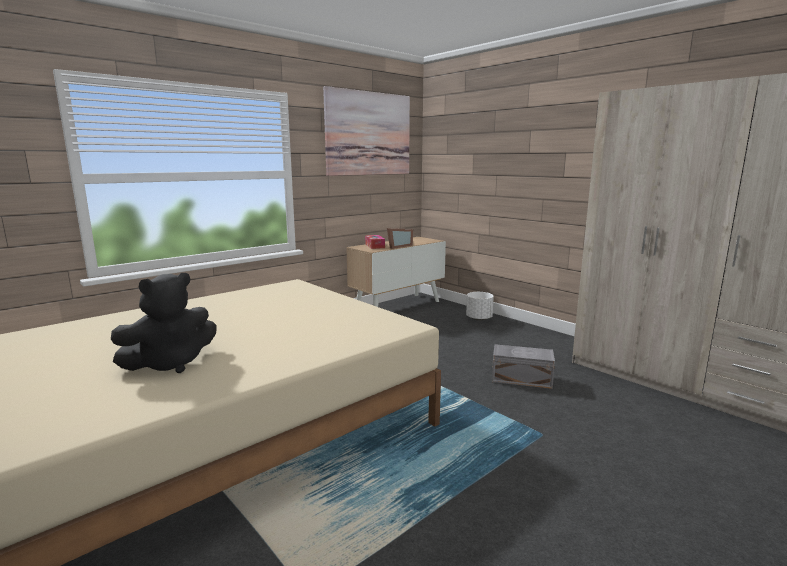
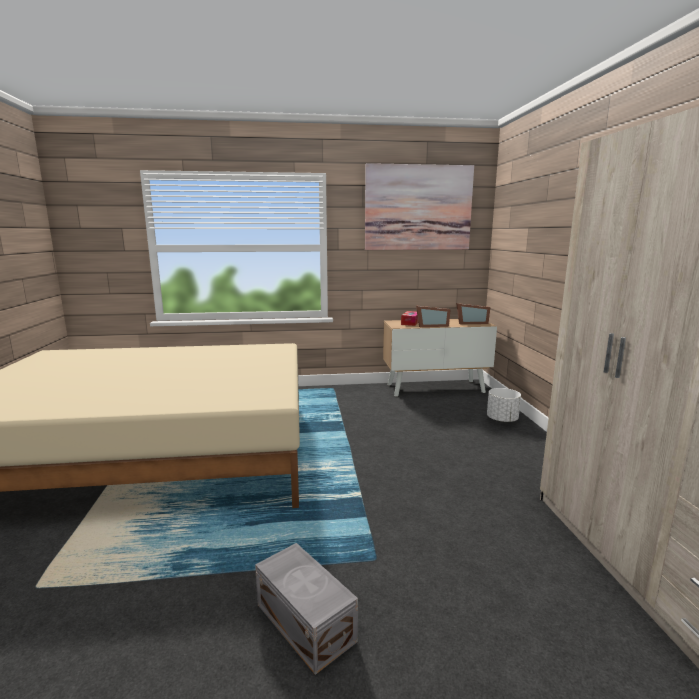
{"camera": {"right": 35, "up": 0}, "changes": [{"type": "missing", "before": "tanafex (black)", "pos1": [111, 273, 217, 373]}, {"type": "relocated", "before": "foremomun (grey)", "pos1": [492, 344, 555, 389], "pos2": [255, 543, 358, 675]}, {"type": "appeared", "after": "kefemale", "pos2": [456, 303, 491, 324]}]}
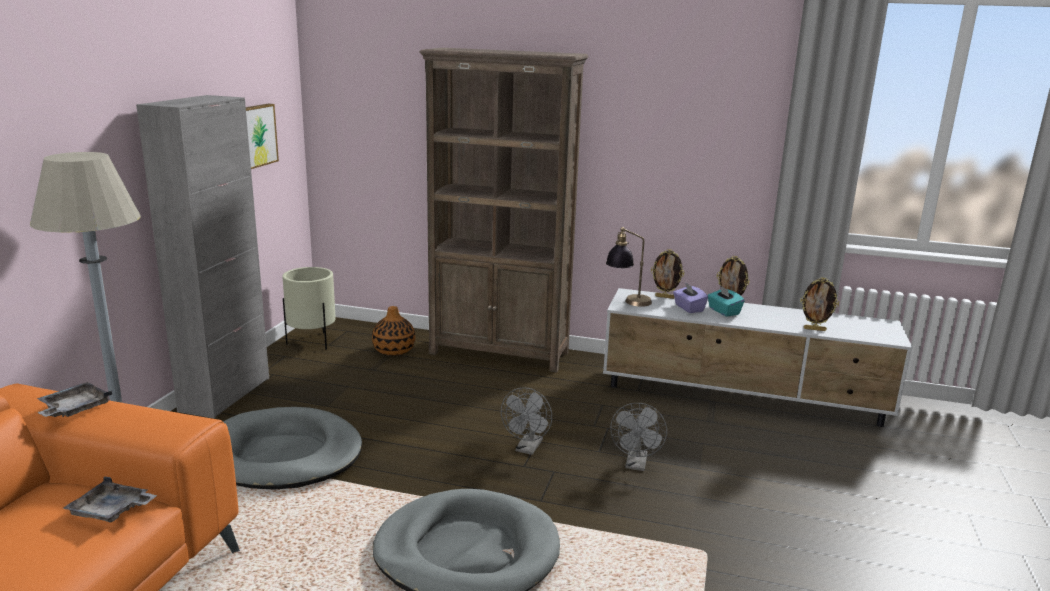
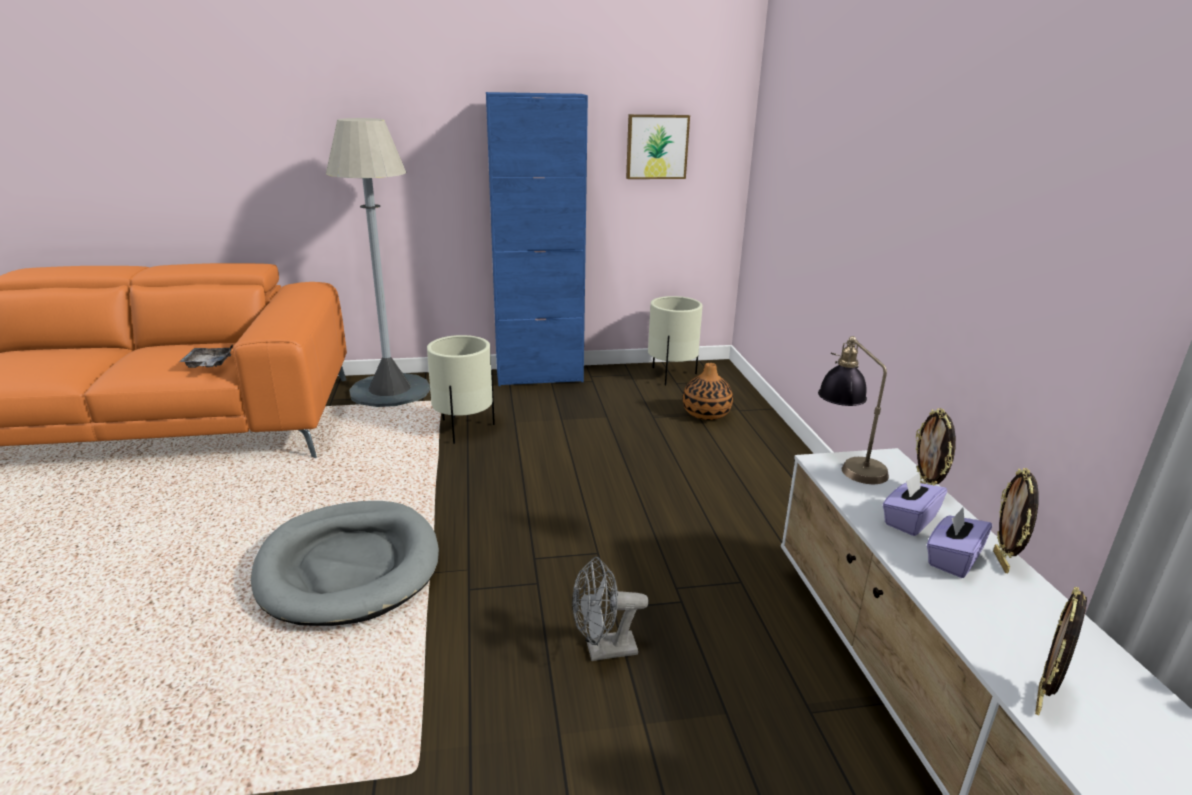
{"camera": {"right": 65, "up": 5}, "changes": [{"type": "missing", "before": "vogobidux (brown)", "pos1": [419, 48, 588, 373]}, {"type": "colour", "before": "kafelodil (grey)", "after": "kafelodil (blue)", "pos1": [136, 95, 269, 419], "pos2": [486, 92, 588, 386]}, {"type": "spun", "before": "kefemale", "pos1": [800, 277, 839, 331], "pos2": [1035, 587, 1087, 715], "turn": 45}, {"type": "colour", "before": "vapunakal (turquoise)", "after": "vapunakal (purple)", "pos1": [707, 285, 745, 317], "pos2": [927, 507, 992, 578]}, {"type": "missing", "before": "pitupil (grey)", "pos1": [37, 382, 112, 417]}, {"type": "missing", "before": "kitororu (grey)", "pos1": [501, 387, 552, 455]}, {"type": "exchanged", "before": "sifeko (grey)", "after": "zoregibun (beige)", "pos1": [223, 407, 362, 490], "pos2": [427, 335, 495, 444]}]}
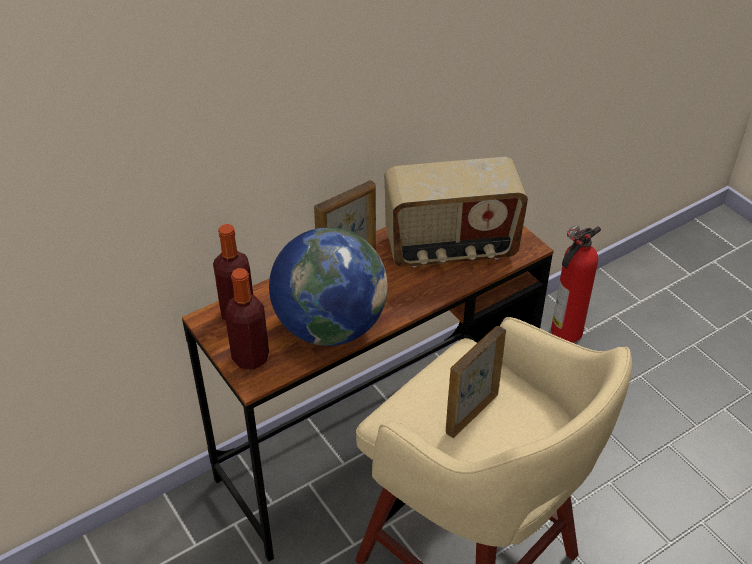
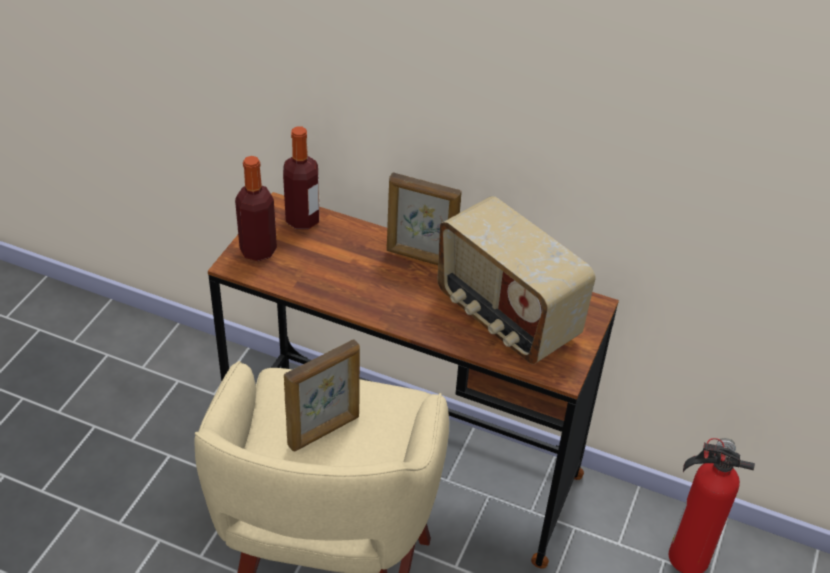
{"camera": {"right": 55, "up": 0}, "changes": [{"type": "missing", "before": "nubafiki", "pos1": [269, 227, 388, 346]}, {"type": "spun", "before": "kefemale", "pos1": [446, 326, 506, 438], "pos2": [284, 339, 360, 451], "turn": 135}]}
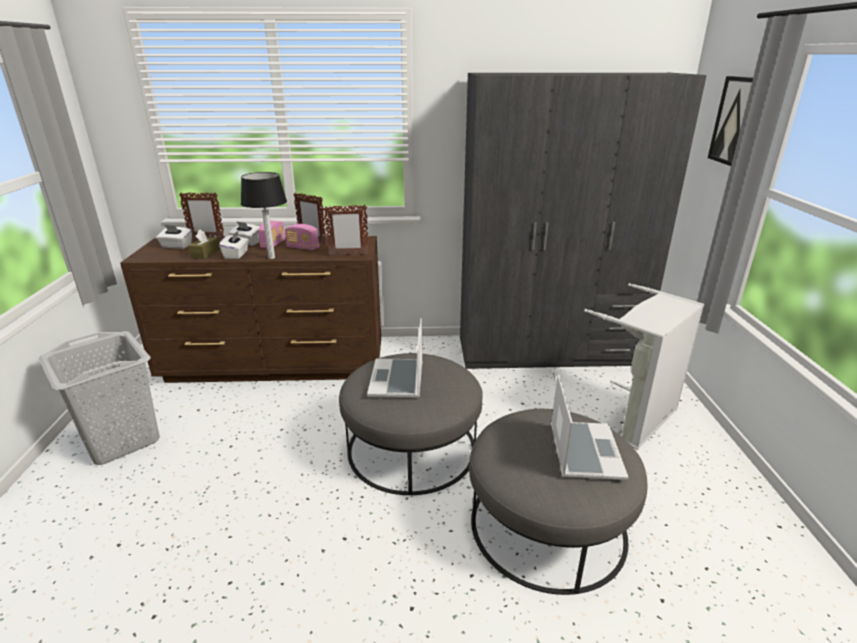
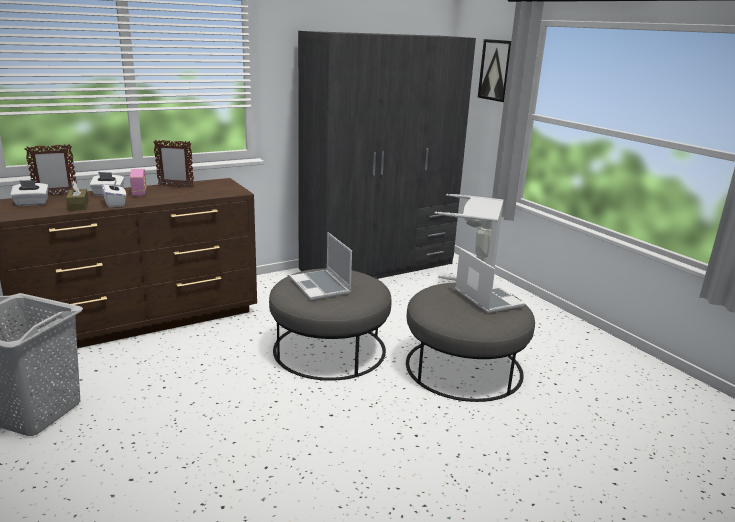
{"camera": {"right": -30, "up": -5}, "changes": [{"type": "missing", "before": "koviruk", "pos1": [241, 172, 287, 259]}, {"type": "missing", "before": "kefemale", "pos1": [323, 205, 369, 256]}, {"type": "missing", "before": "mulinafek", "pos1": [285, 224, 319, 250]}]}
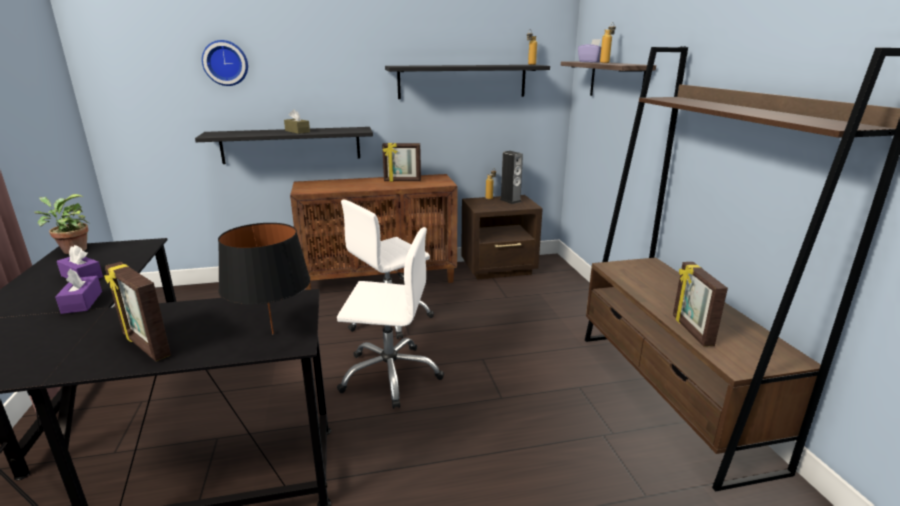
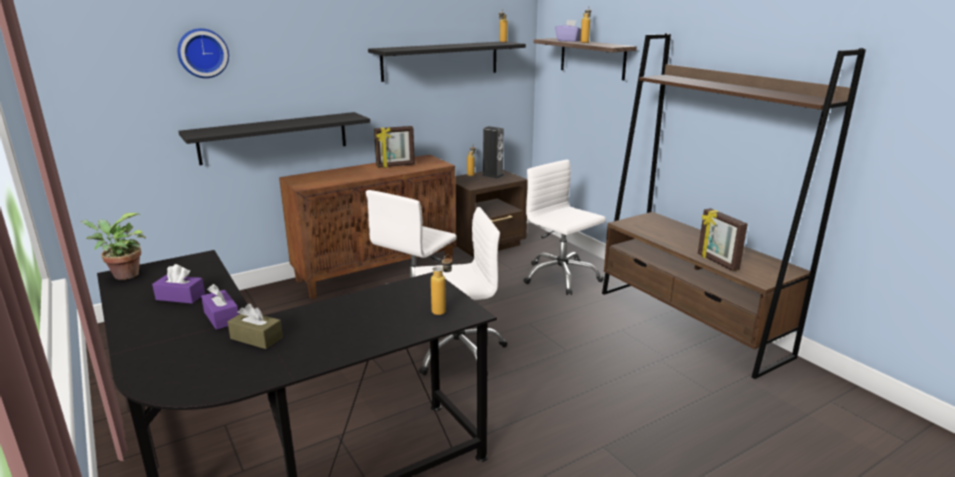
{"camera": {"right": -20, "up": 0}, "changes": [{"type": "relocated", "before": "vapunakal (brown)", "pos1": [284, 109, 310, 134], "pos2": [227, 304, 283, 349]}, {"type": "exchanged", "before": "koviruk (black)", "after": "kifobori", "pos1": [218, 223, 310, 334], "pos2": [431, 254, 452, 315]}, {"type": "missing", "before": "kefemale", "pos1": [104, 262, 171, 361]}, {"type": "appeared", "after": "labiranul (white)", "pos2": [523, 160, 606, 295]}]}
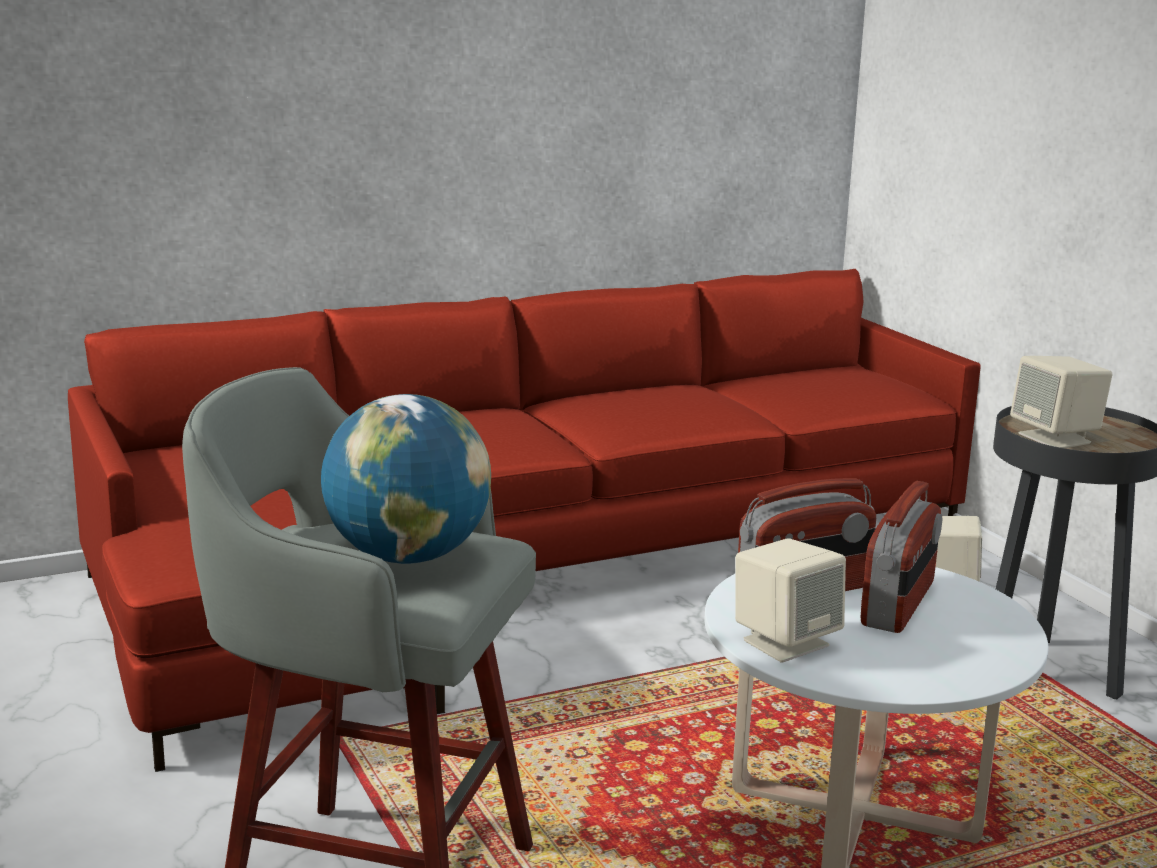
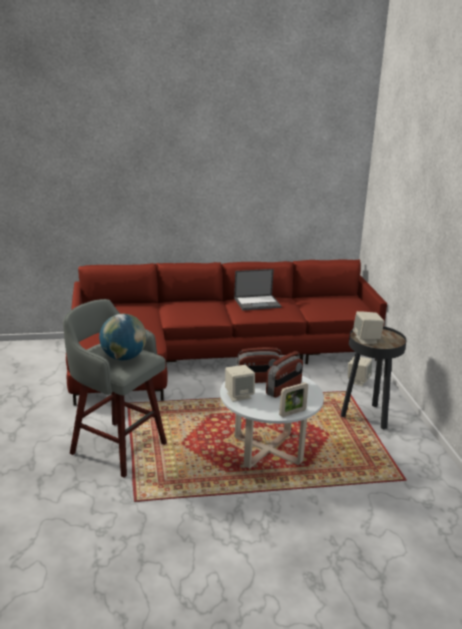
{"camera": {"right": 15, "up": 5}, "changes": [{"type": "appeared", "after": "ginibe", "pos2": [234, 269, 281, 310]}, {"type": "appeared", "after": "kefemale", "pos2": [279, 382, 308, 417]}]}
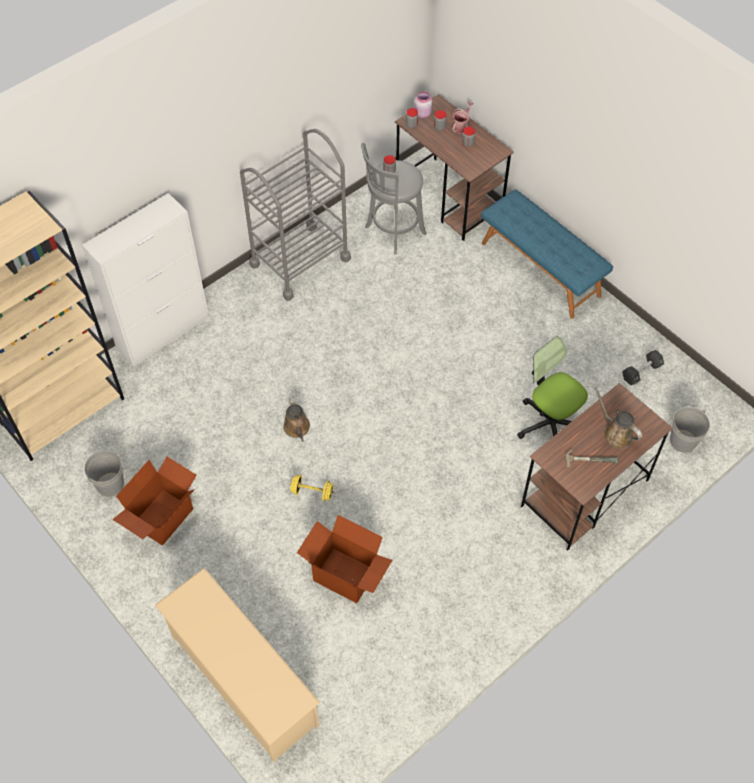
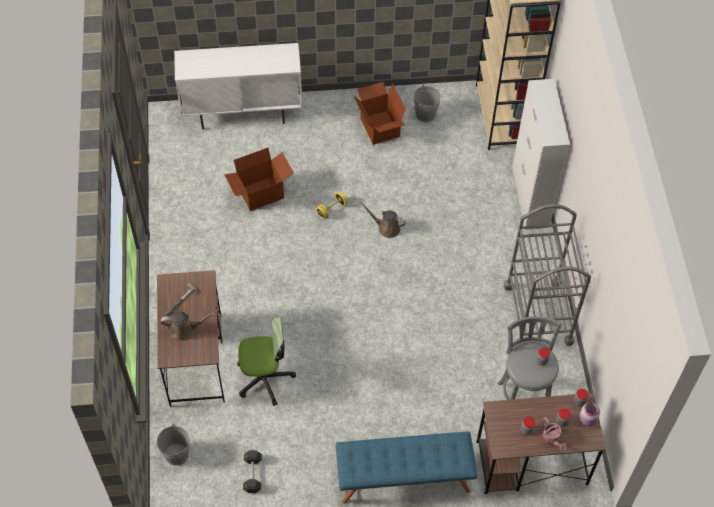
{"camera": {"right": 125, "up": 0}, "changes": [{"type": "exchanged", "before": "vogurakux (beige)", "after": "kafelodil (white)", "pos1": [155, 568, 320, 762], "pos2": [174, 43, 303, 129]}]}
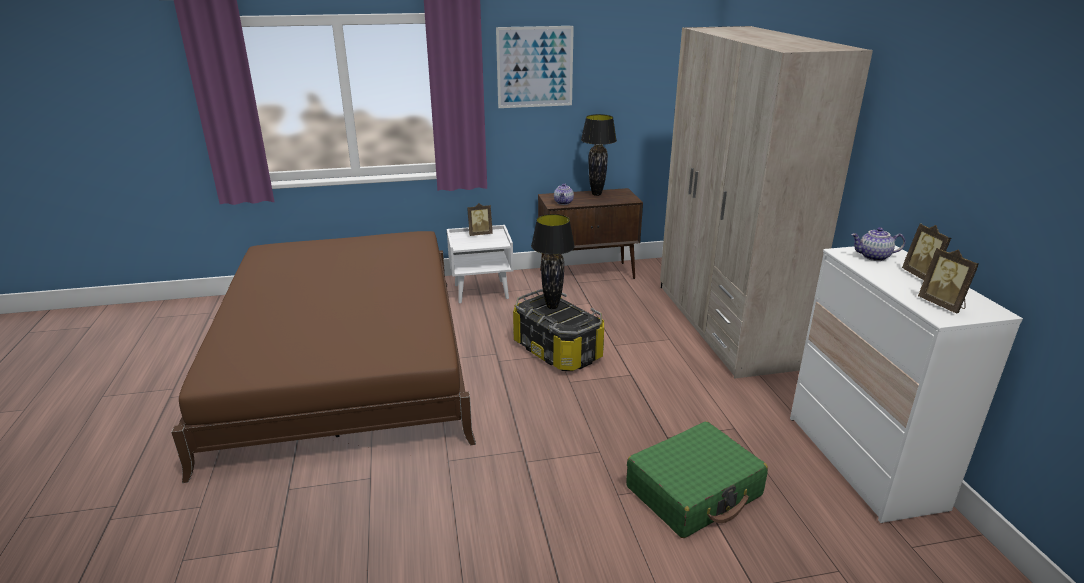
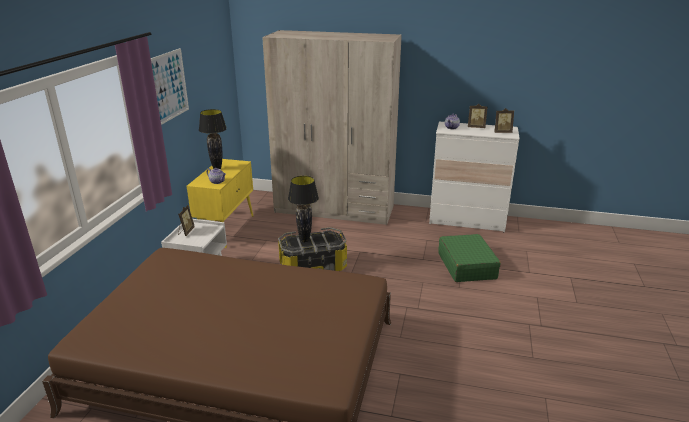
{"camera": {"right": -65, "up": 0}, "changes": [{"type": "colour", "before": "kafelodil (brown)", "after": "kafelodil (yellow)", "pos1": [538, 188, 643, 279], "pos2": [187, 159, 253, 248]}]}
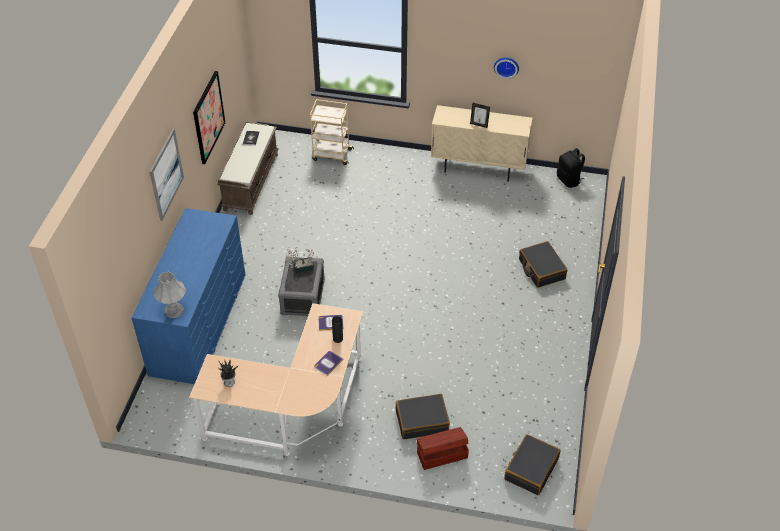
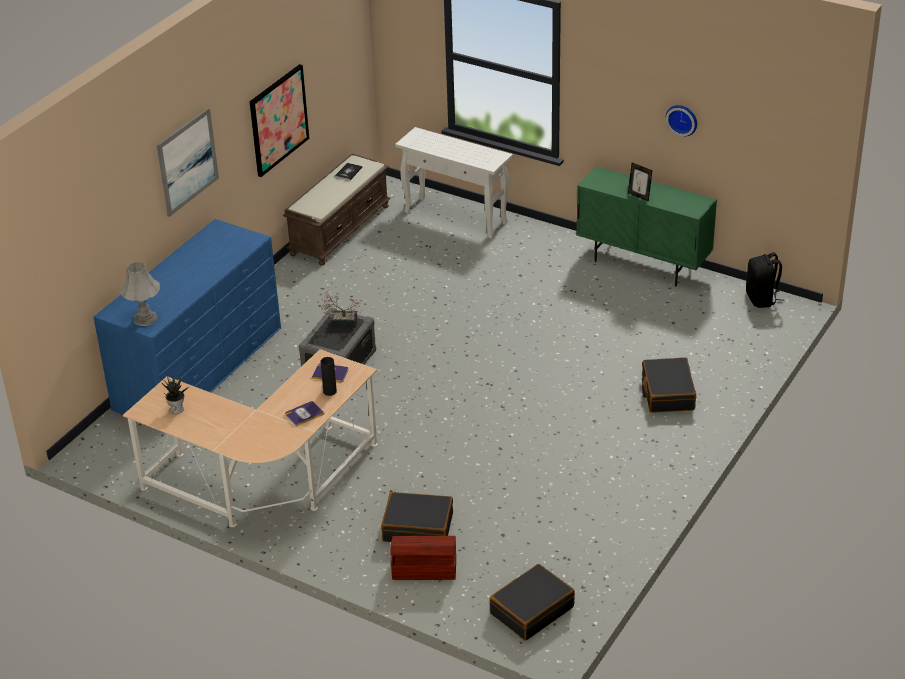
{"camera": {"right": 20, "up": -10}, "changes": [{"type": "exchanged", "before": "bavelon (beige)", "after": "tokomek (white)", "pos1": [310, 99, 354, 165], "pos2": [395, 127, 513, 239]}, {"type": "colour", "before": "kafelodil (beige)", "after": "kafelodil (green)", "pos1": [431, 105, 533, 182], "pos2": [576, 166, 717, 286]}]}
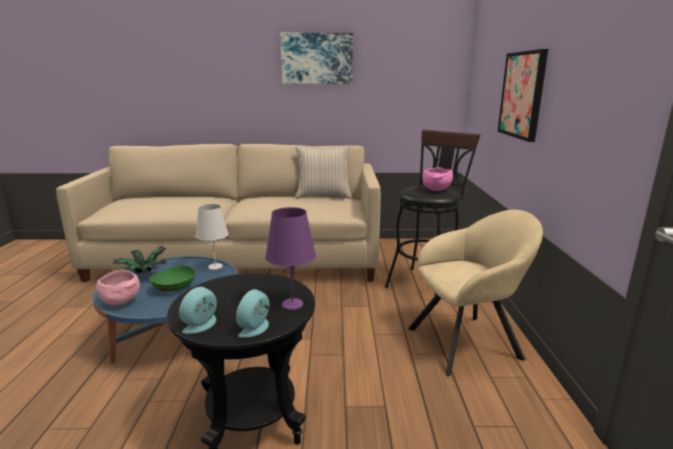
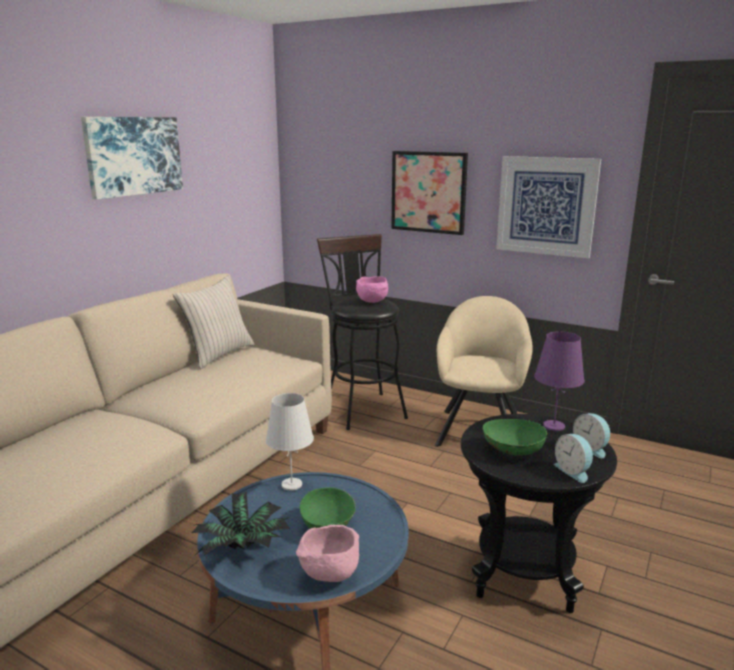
{"camera": {"right": -60, "up": 0}, "changes": [{"type": "appeared", "after": "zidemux", "pos2": [496, 156, 601, 258]}, {"type": "appeared", "after": "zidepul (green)", "pos2": [482, 419, 547, 456]}]}
